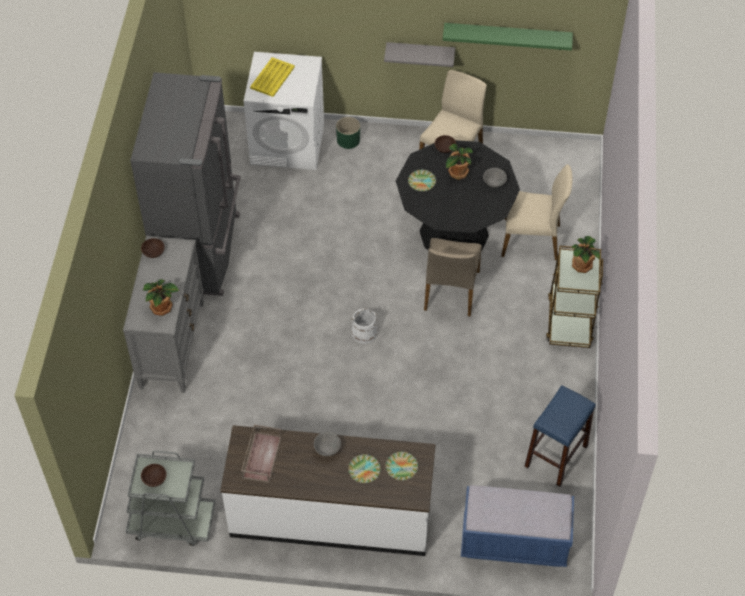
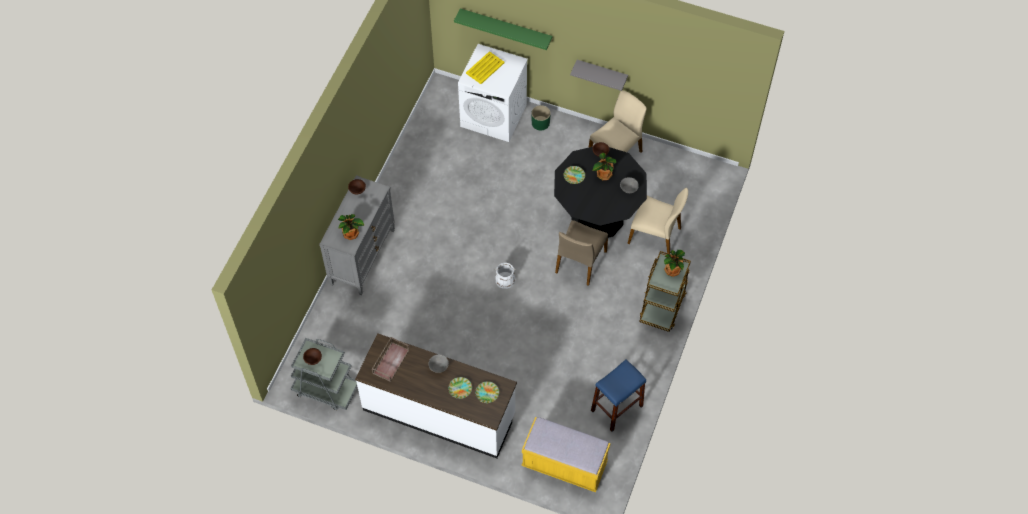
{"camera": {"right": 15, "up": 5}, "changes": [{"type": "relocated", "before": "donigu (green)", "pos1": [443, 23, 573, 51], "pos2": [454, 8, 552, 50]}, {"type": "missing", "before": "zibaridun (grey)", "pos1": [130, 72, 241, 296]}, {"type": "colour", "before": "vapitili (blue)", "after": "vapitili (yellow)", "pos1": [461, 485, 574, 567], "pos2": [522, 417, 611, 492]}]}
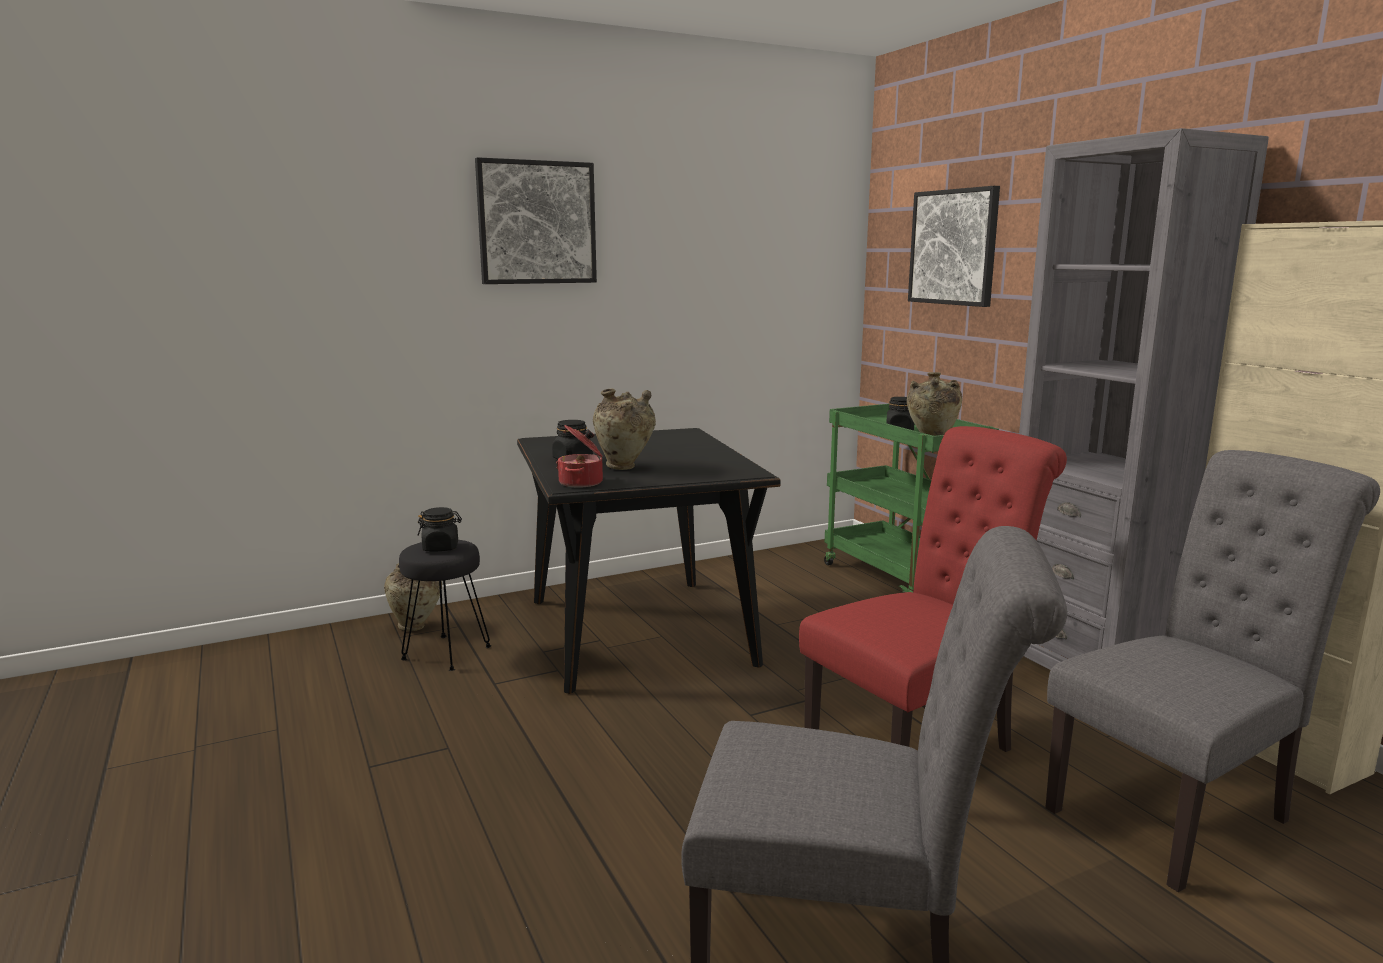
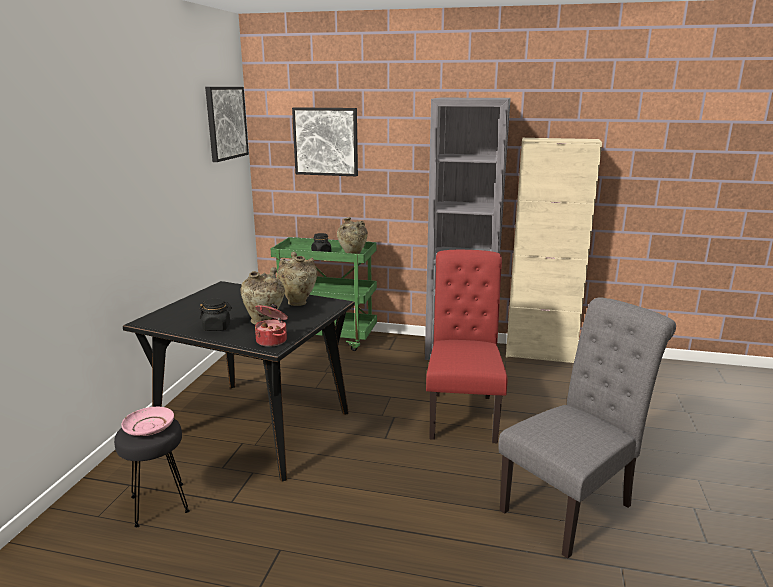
{"camera": {"right": -50, "up": 5}, "changes": [{"type": "relocated", "before": "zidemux", "pos1": [475, 157, 597, 284], "pos2": [205, 87, 249, 162]}, {"type": "missing", "before": "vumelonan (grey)", "pos1": [1045, 450, 1380, 892]}, {"type": "exchanged", "before": "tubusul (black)", "after": "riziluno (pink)", "pos1": [417, 507, 462, 551], "pos2": [121, 407, 174, 436]}, {"type": "relocated", "before": "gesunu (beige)", "pos1": [384, 563, 443, 631], "pos2": [277, 252, 317, 306]}]}
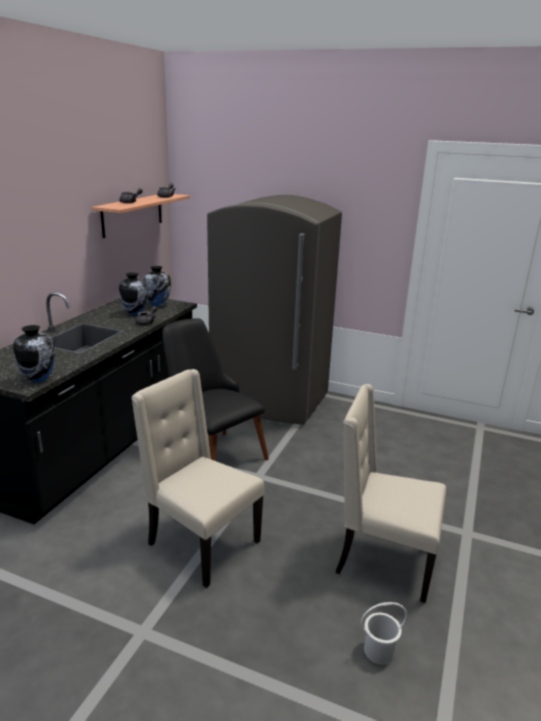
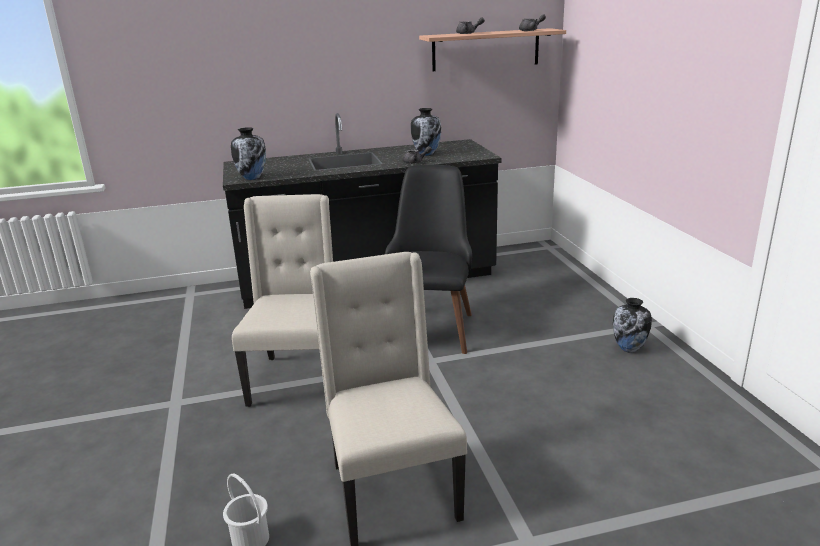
{"camera": {"right": 55, "up": 0}, "changes": [{"type": "missing", "before": "zibaridun (grey)", "pos1": [207, 195, 342, 425]}, {"type": "relocated", "before": "gesunu", "pos1": [144, 266, 171, 307], "pos2": [613, 298, 652, 353]}]}
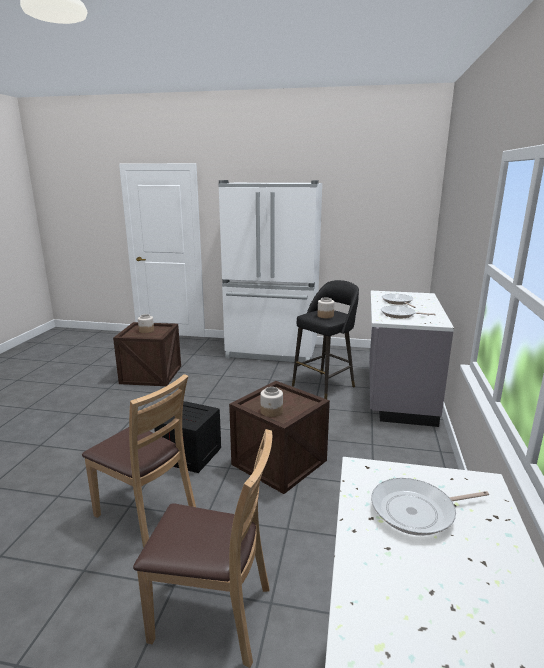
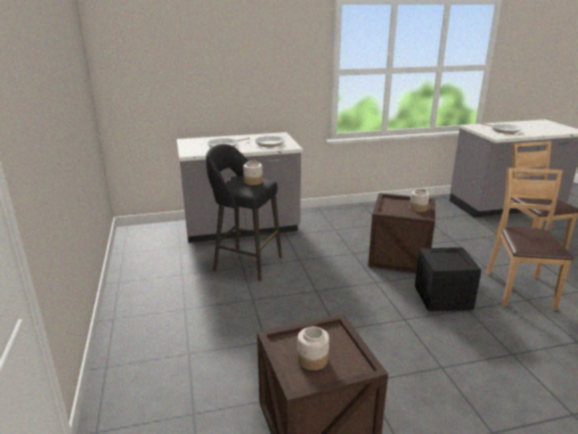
{"camera": {"right": -115, "up": 5}, "changes": [{"type": "missing", "before": "zibaridun (white)", "pos1": [218, 180, 322, 365]}]}
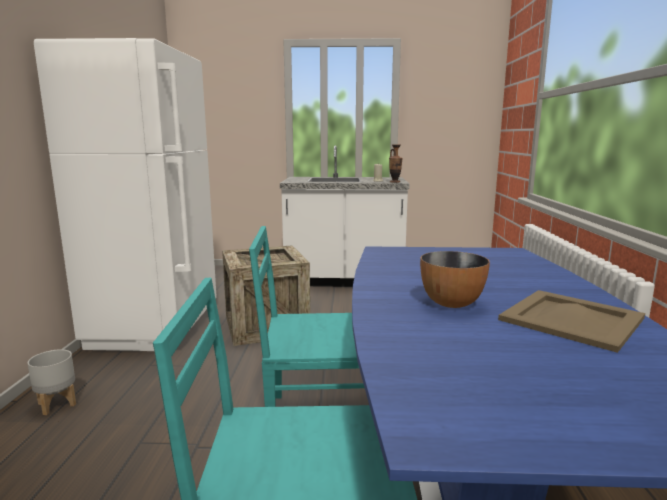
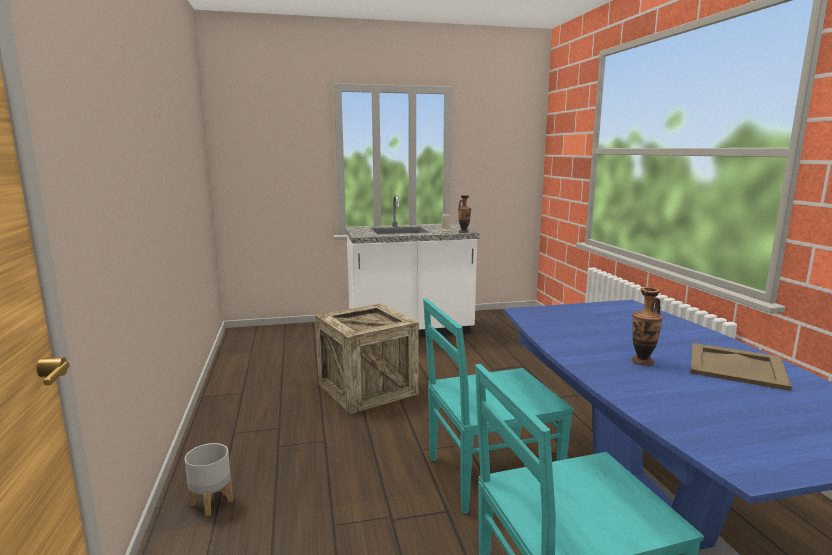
{"camera": {"right": -15, "up": 0}, "changes": [{"type": "missing", "before": "zibaridun (white)", "pos1": [34, 38, 217, 351]}, {"type": "exchanged", "before": "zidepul", "after": "gesunu", "pos1": [420, 251, 490, 308], "pos2": [632, 287, 663, 366]}]}
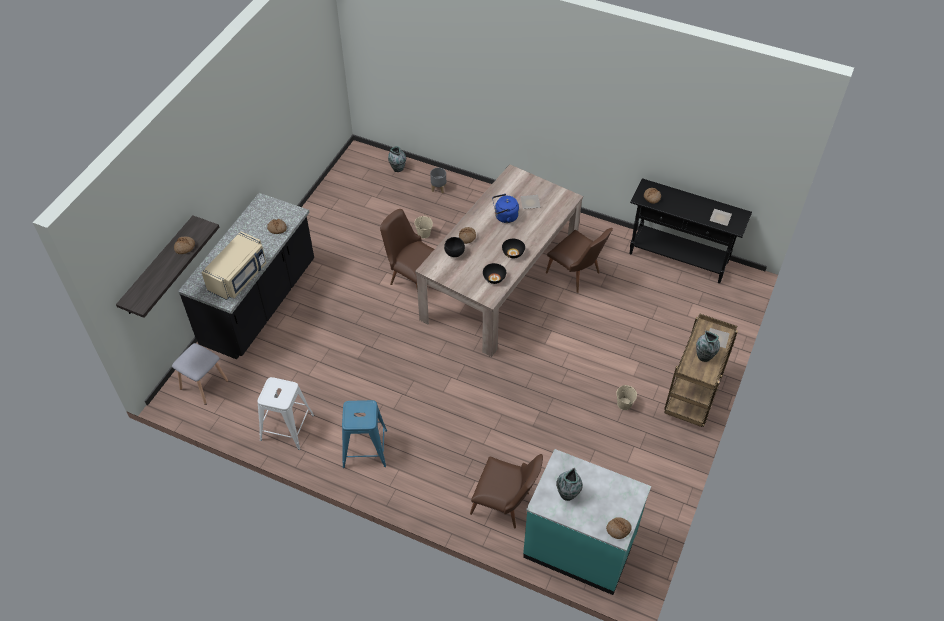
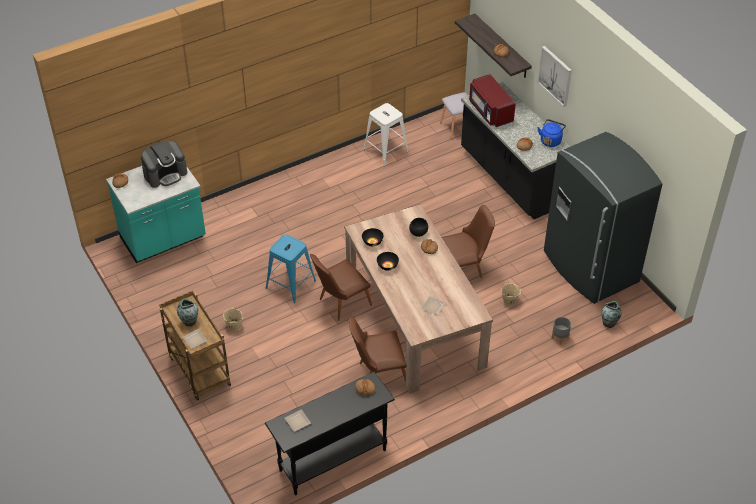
{"camera": {"right": 125, "up": -5}, "changes": [{"type": "relocated", "before": "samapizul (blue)", "pos1": [492, 194, 519, 223], "pos2": [537, 119, 566, 147]}, {"type": "colour", "before": "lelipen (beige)", "after": "lelipen (red)", "pos1": [201, 231, 266, 300], "pos2": [469, 74, 516, 127]}, {"type": "relocated", "before": "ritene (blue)", "pos1": [342, 400, 387, 468], "pos2": [266, 234, 316, 303]}, {"type": "relocated", "before": "vumelonan (brown)", "pos1": [470, 454, 543, 528], "pos2": [310, 254, 372, 321]}, {"type": "exchanged", "before": "gesunu", "after": "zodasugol", "pos1": [556, 468, 583, 501], "pos2": [141, 140, 187, 188]}, {"type": "appeared", "after": "zidemux", "pos2": [537, 46, 572, 107]}, {"type": "appeared", "after": "zibaridun (grey)", "pos2": [544, 132, 662, 304]}]}
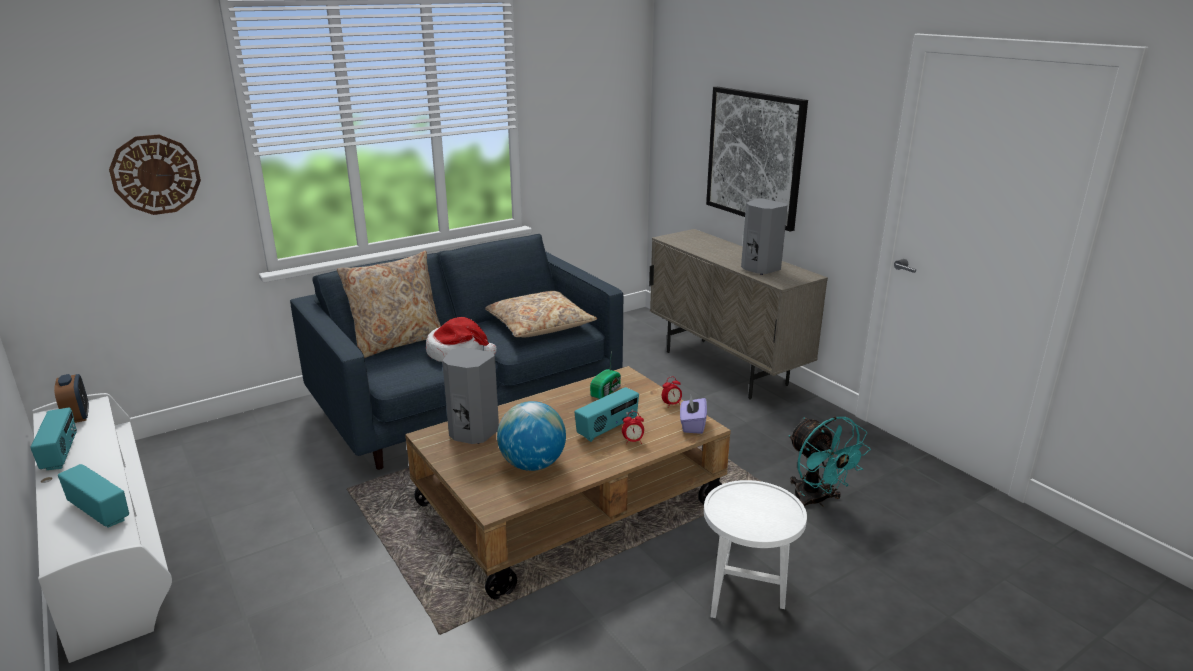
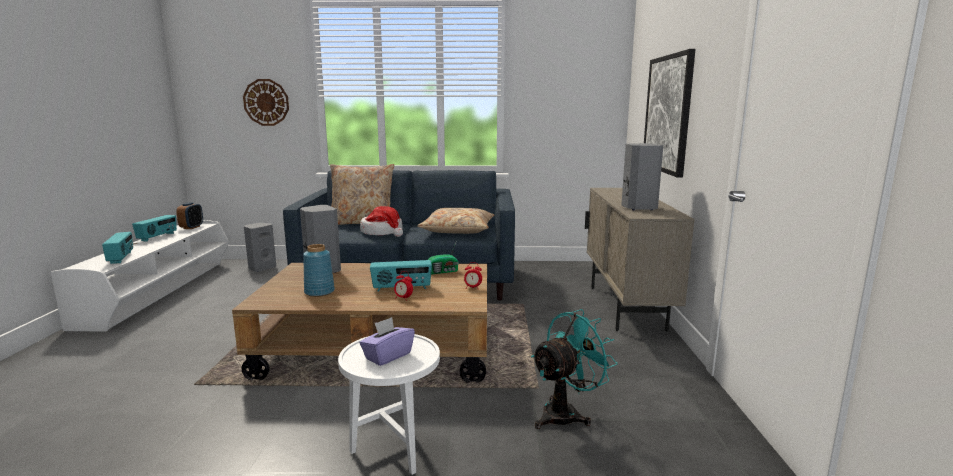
{"camera": {"right": 35, "up": -10}, "changes": [{"type": "relocated", "before": "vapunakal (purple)", "pos1": [680, 395, 707, 434], "pos2": [359, 317, 415, 366]}, {"type": "exchanged", "before": "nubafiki", "after": "gesunu (blue)", "pos1": [497, 401, 566, 471], "pos2": [303, 244, 335, 297]}, {"type": "spun", "before": "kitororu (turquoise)", "pos1": [789, 417, 871, 507], "pos2": [531, 309, 618, 429], "turn": -135}, {"type": "appeared", "after": "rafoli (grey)", "pos2": [244, 223, 276, 272]}]}
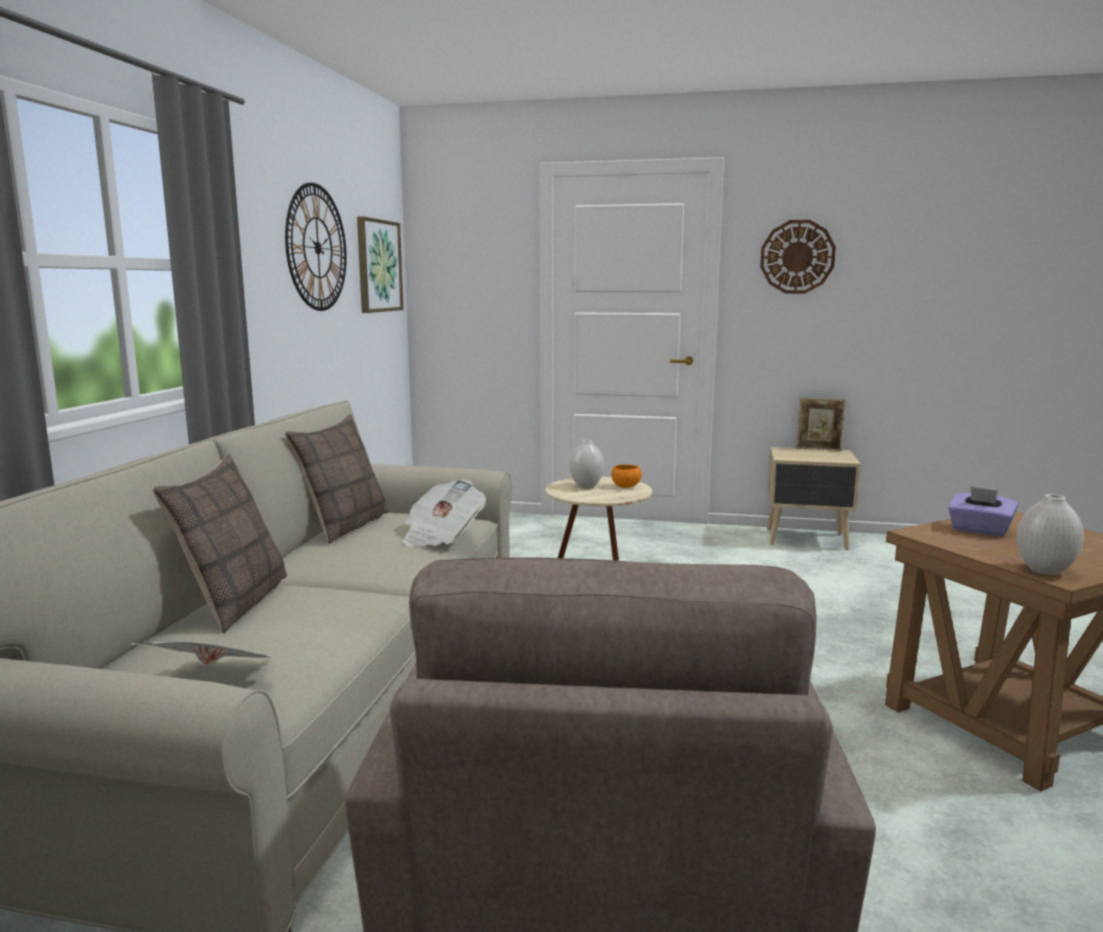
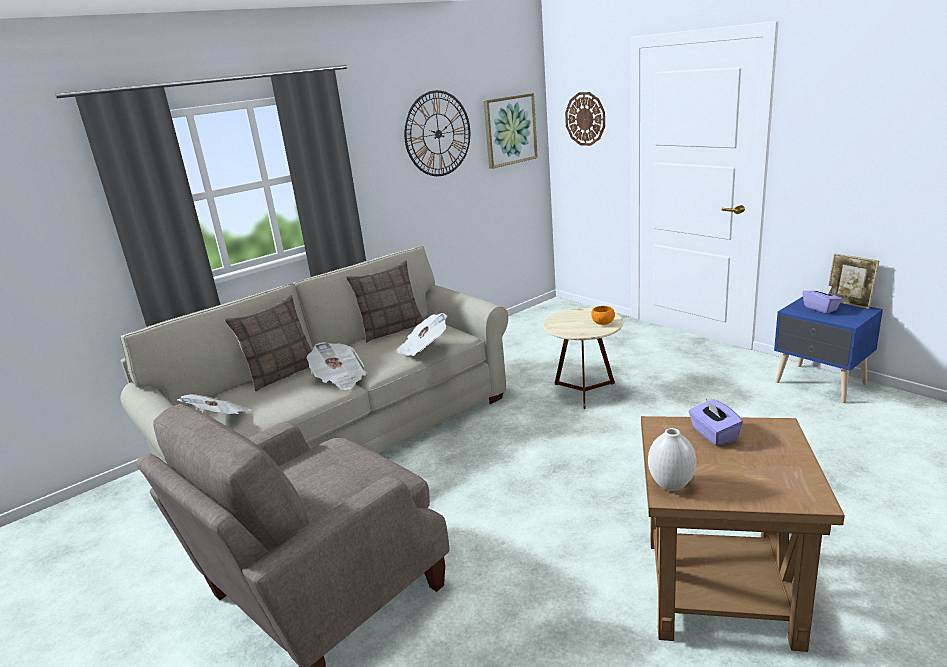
{"camera": {"right": 40, "up": 10}, "changes": [{"type": "relocated", "before": "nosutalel", "pos1": [760, 220, 836, 294], "pos2": [565, 92, 605, 146]}, {"type": "missing", "before": "gesunu (white)", "pos1": [570, 440, 604, 488]}, {"type": "colour", "before": "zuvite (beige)", "after": "zuvite (blue)", "pos1": [767, 447, 860, 550], "pos2": [774, 297, 883, 403]}, {"type": "appeared", "after": "vapunakal (purple)", "pos2": [802, 283, 842, 313]}, {"type": "appeared", "after": "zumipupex", "pos2": [307, 342, 367, 390]}]}
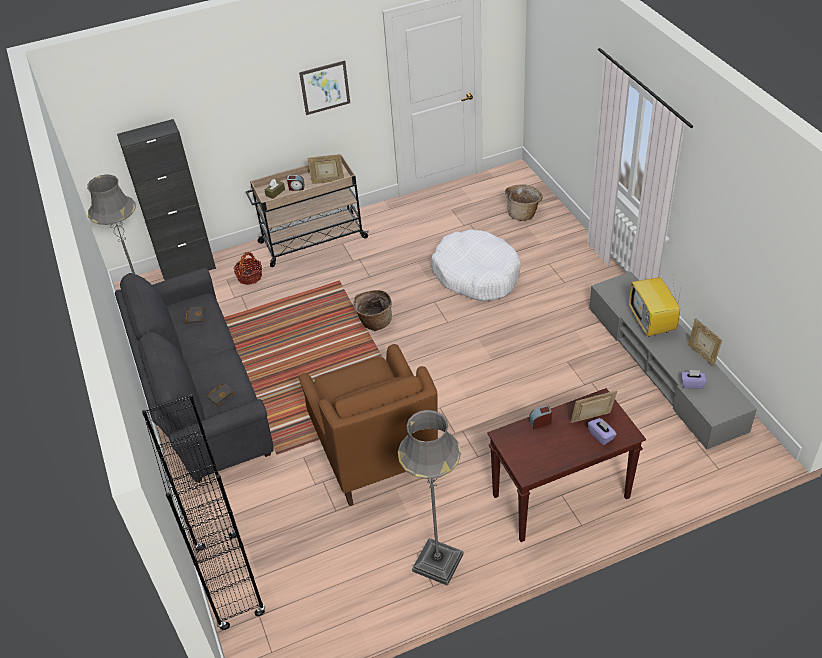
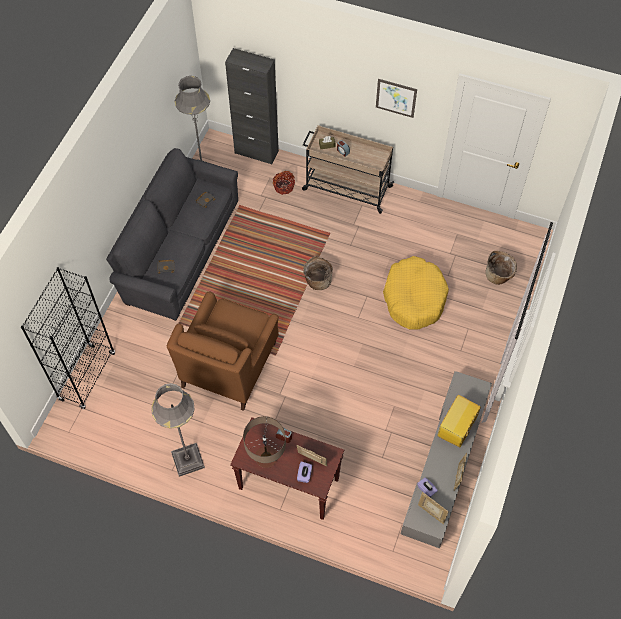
{"camera": {"right": 40, "up": 15}, "changes": [{"type": "relocated", "before": "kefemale", "pos1": [307, 154, 344, 184], "pos2": [418, 492, 448, 524]}, {"type": "colour", "before": "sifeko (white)", "after": "sifeko (yellow)", "pos1": [431, 229, 521, 302], "pos2": [383, 256, 449, 330]}, {"type": "appeared", "after": "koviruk", "pos2": [243, 416, 286, 468]}]}
